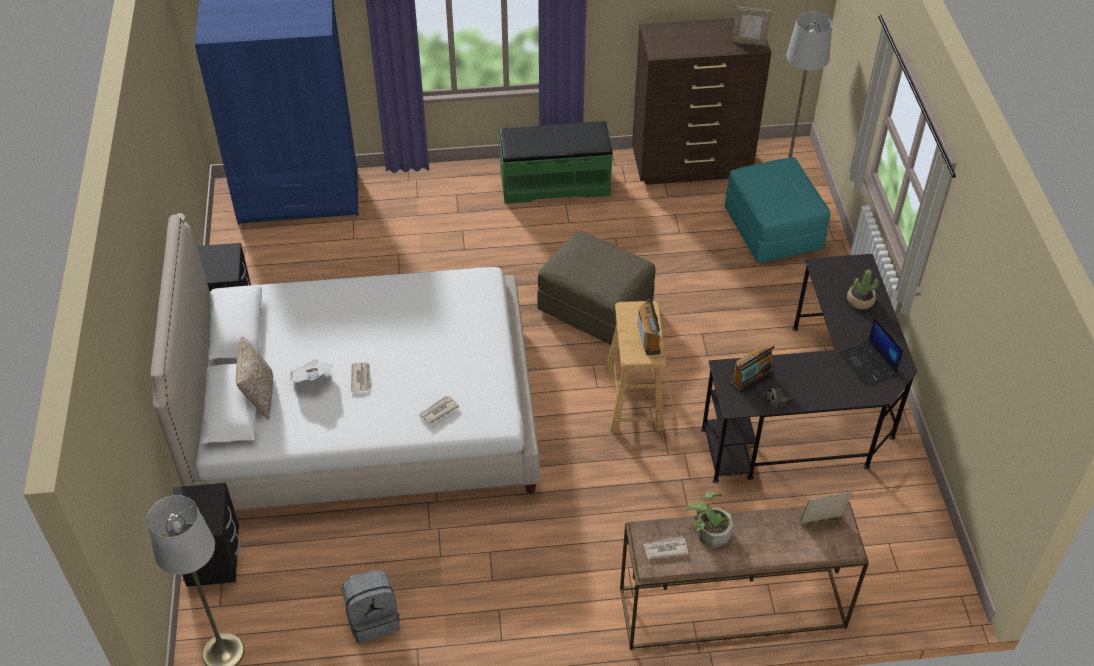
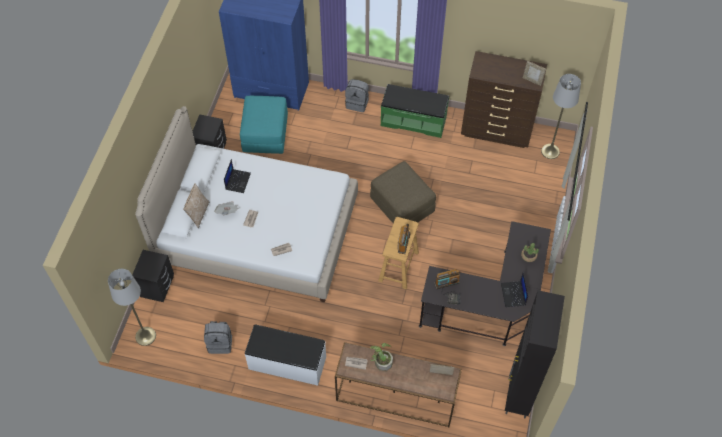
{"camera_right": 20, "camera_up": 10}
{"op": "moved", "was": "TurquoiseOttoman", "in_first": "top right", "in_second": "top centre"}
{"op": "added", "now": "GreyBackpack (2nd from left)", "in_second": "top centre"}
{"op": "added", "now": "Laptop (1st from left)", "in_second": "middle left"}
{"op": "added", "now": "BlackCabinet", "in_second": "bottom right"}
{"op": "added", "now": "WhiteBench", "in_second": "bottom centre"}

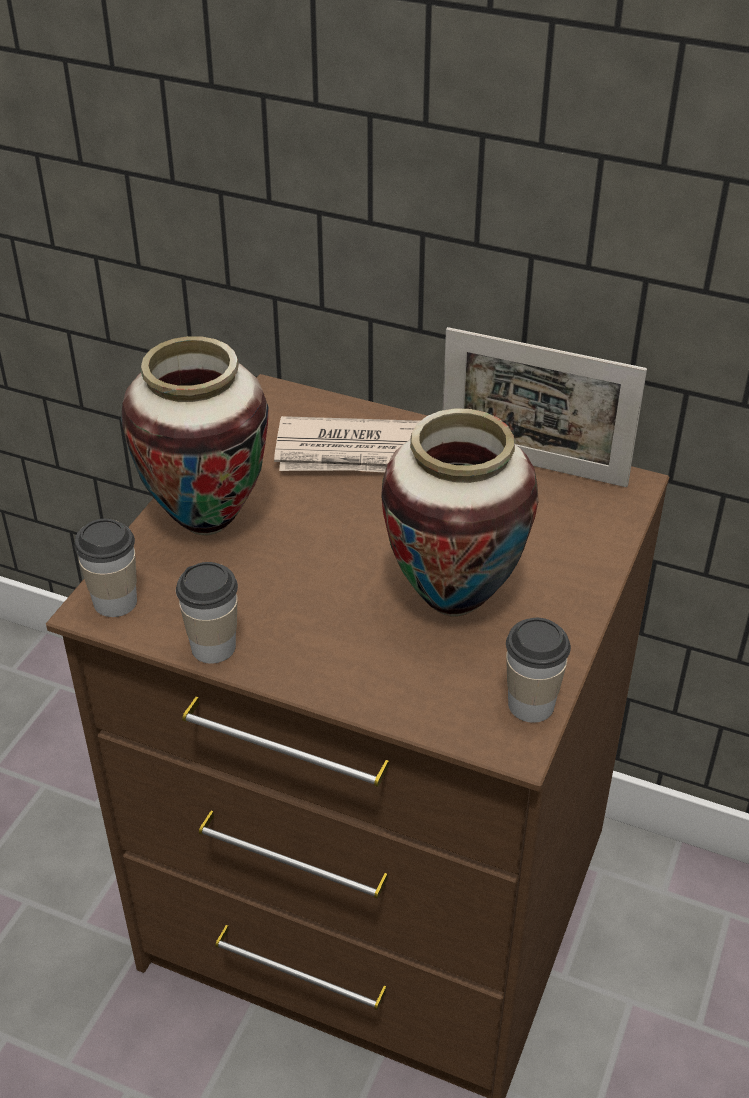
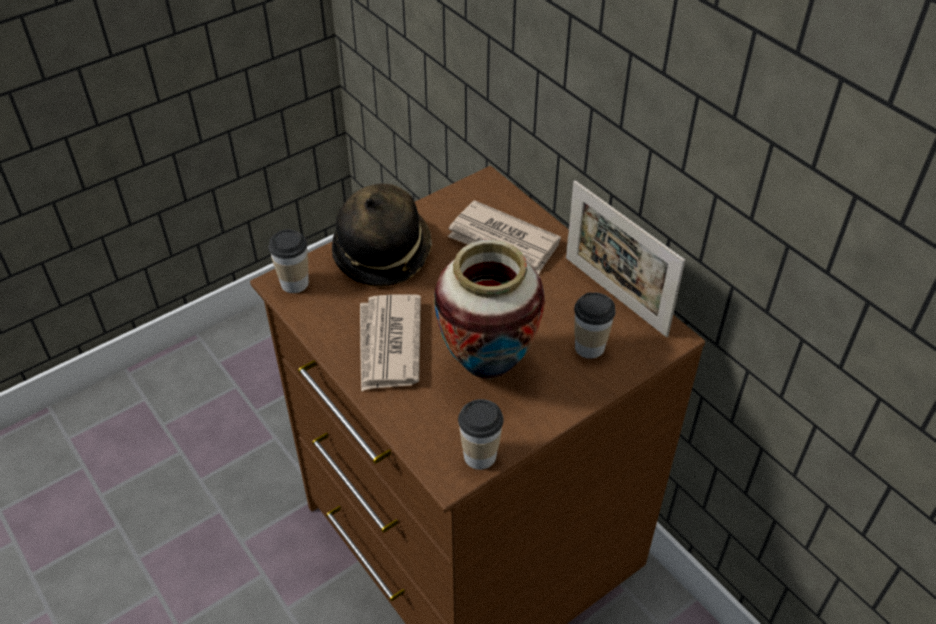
{"camera_right": 30, "camera_up": 5}
{"op": "replaced", "was": "Vase (1st from left)", "now": "Hat", "in_first": "middle left", "in_second": "centre"}
{"op": "moved", "was": "Cup (2nd from left in the first image)", "now": "Cup (3rd from left)", "in_first": "middle left", "in_second": "centre"}
{"op": "added", "now": "Newspaper (1st from left)", "in_second": "centre"}

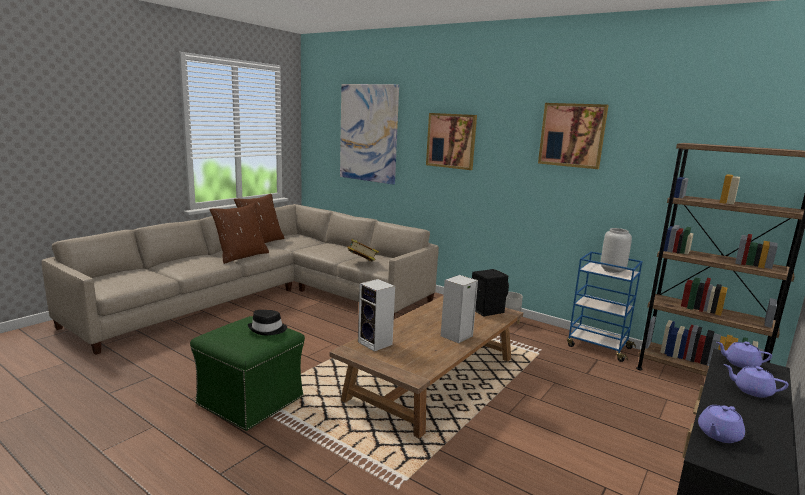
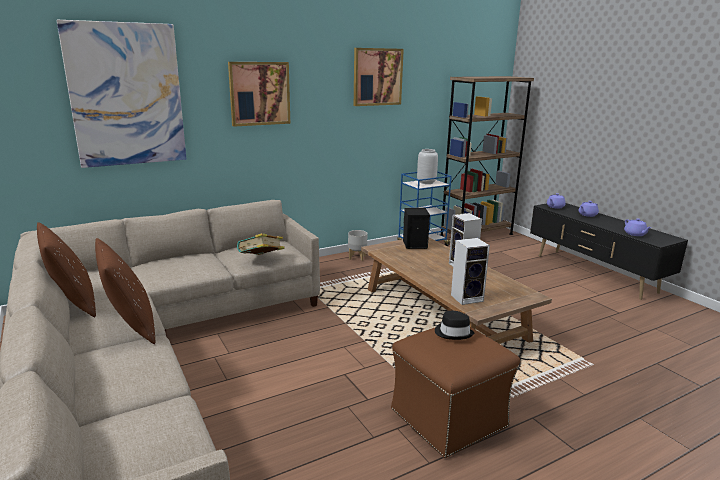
{"camera_right": -65, "camera_up": 5}
{"op": "recoloured", "was": "GreenOttoman", "now": "BrownOttoman", "in_first": "bottom left", "in_second": "bottom centre"}

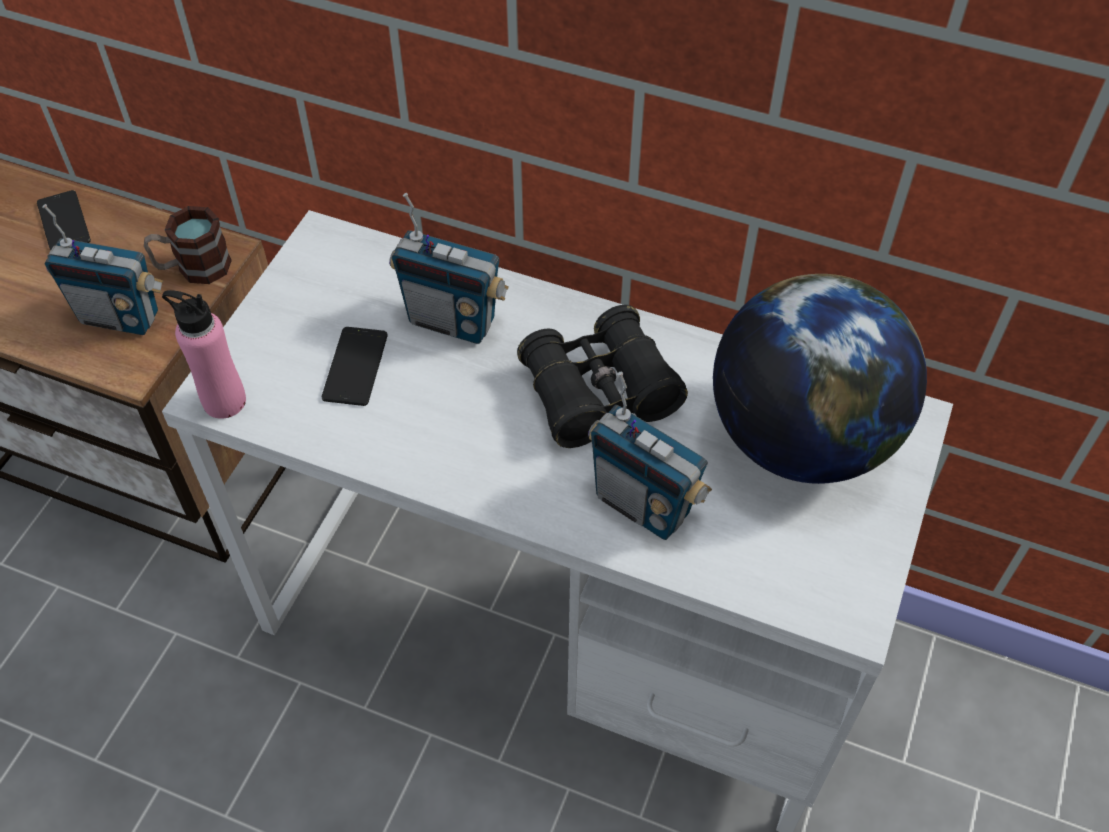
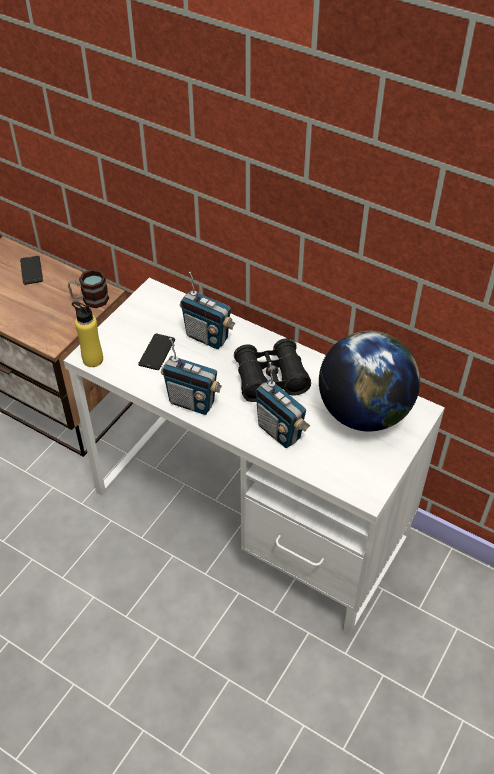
{"camera_right": 10, "camera_up": -5}
{"op": "moved", "was": "Radio (1st from left)", "in_first": "top left", "in_second": "centre"}
{"op": "recoloured", "was": "PinkBottle", "now": "YellowBottle", "in_first": "middle left", "in_second": "middle left"}

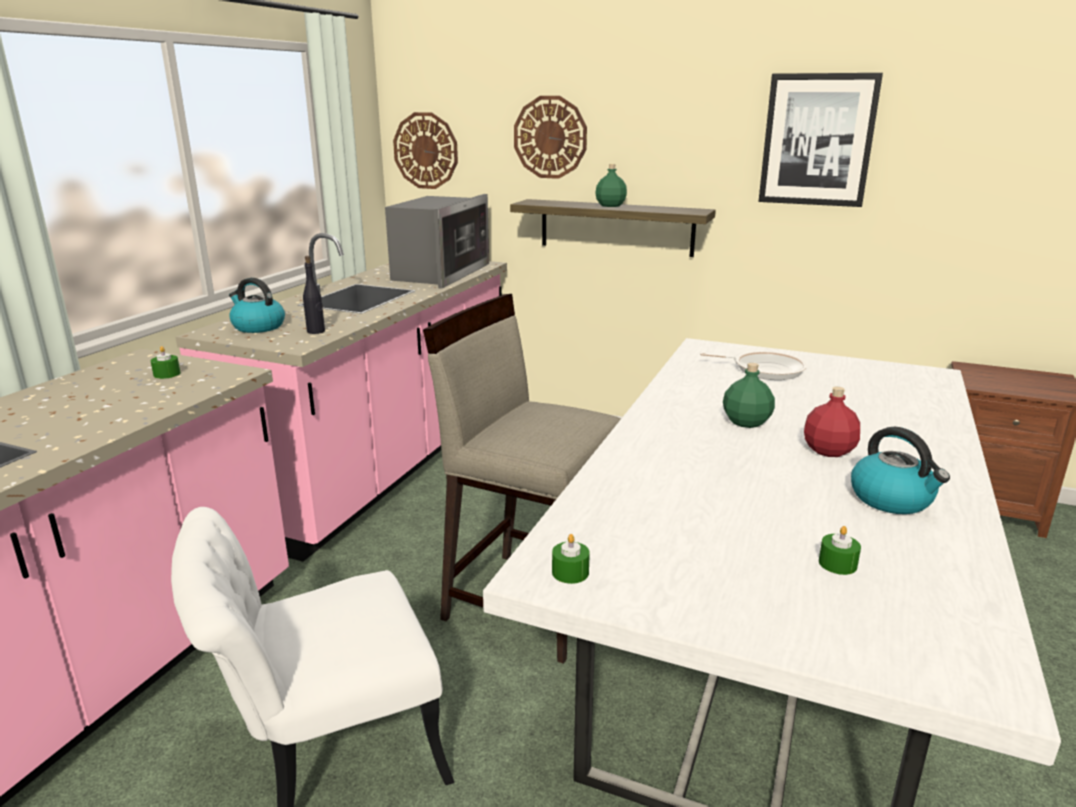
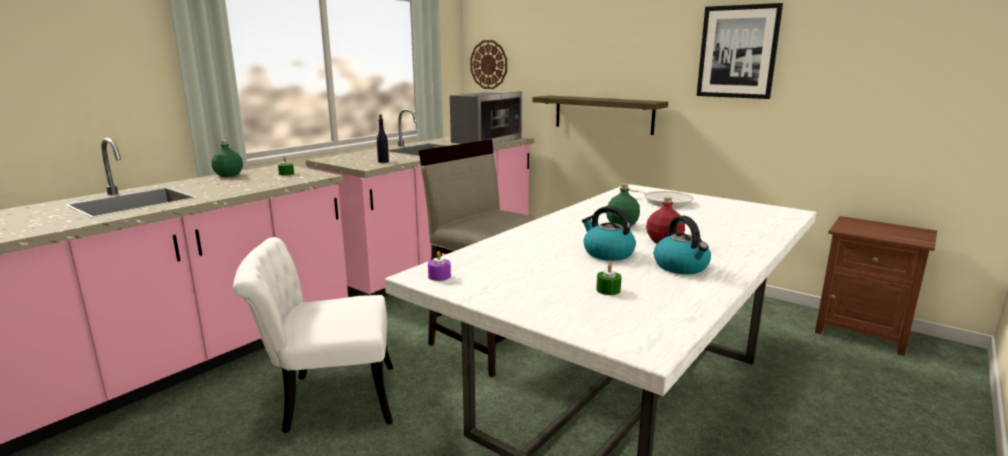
{"camera_right": 15, "camera_up": -5}
{"op": "removed", "was": "WallClock (2nd from left)", "in_first": "top centre"}
{"op": "moved", "was": "GreenBottle (1st from left)", "in_first": "top centre", "in_second": "middle left"}
{"op": "moved", "was": "Kettle (1st from left)", "in_first": "middle left", "in_second": "centre"}
{"op": "recoloured", "was": "GreenCandle (2nd from left)", "now": "PurpleCandle", "in_first": "bottom centre", "in_second": "centre"}

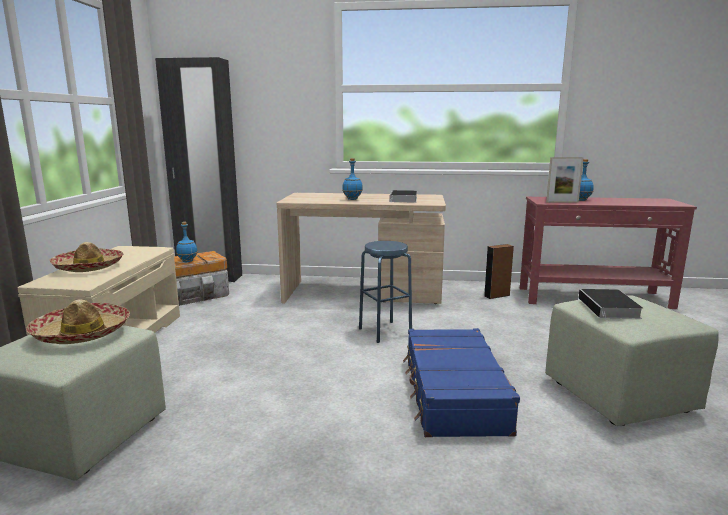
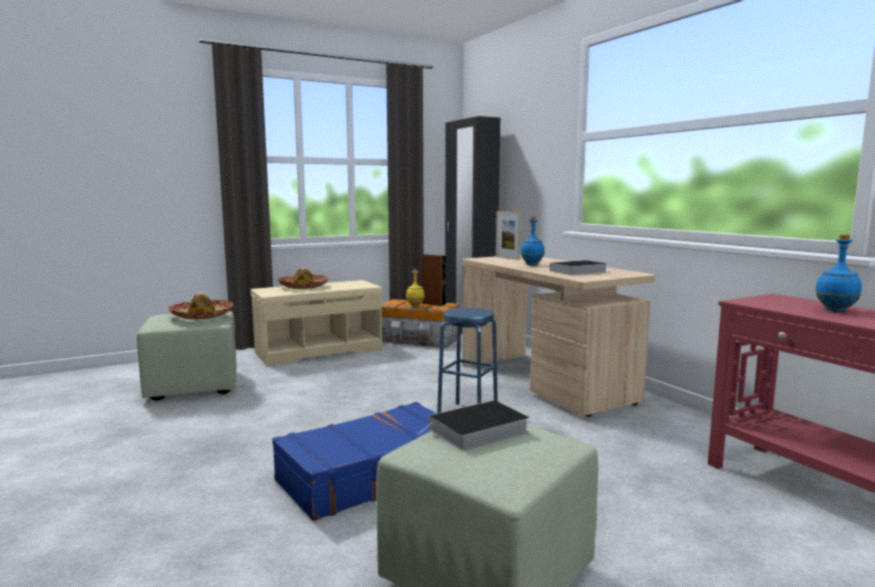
{"camera_right": 55, "camera_up": -5}
{"op": "moved", "was": "PictureFrame", "in_first": "middle right", "in_second": "centre"}
{"op": "recoloured", "was": "BlueBottle (1st from left)", "now": "YellowBottle", "in_first": "middle left", "in_second": "centre"}
{"op": "moved", "was": "BrownSpeaker", "in_first": "middle right", "in_second": "centre"}

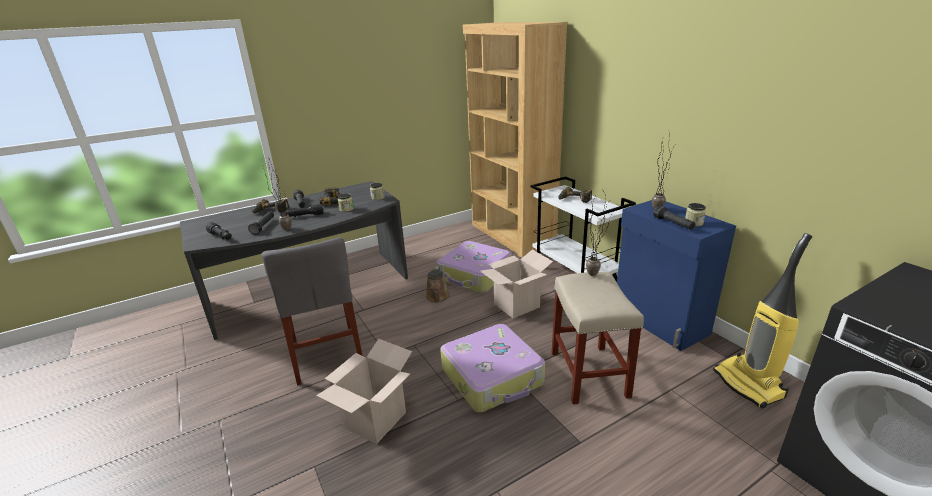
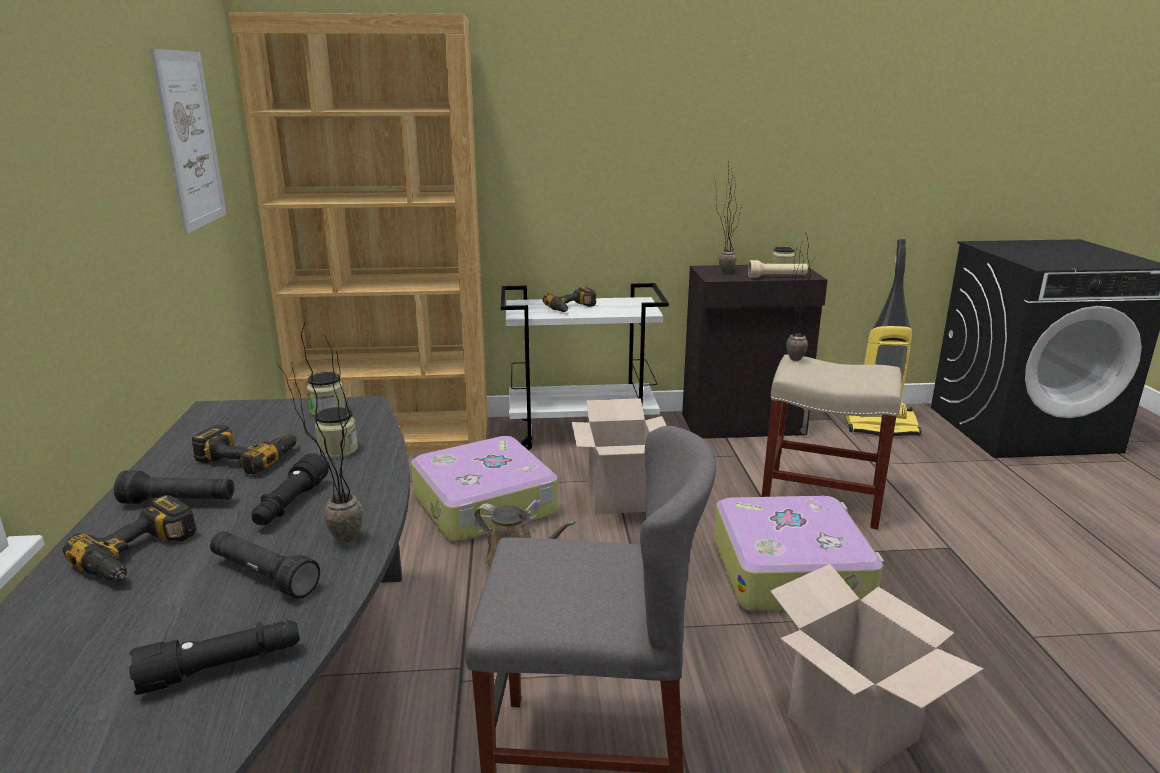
{"camera_right": -65, "camera_up": -5}
{"op": "recoloured", "was": "BlueCabinet", "now": "BlackCabinet", "in_first": "middle right", "in_second": "centre"}
{"op": "recoloured", "was": "BlackFlashlight (5th from left)", "now": "BeigeFlashlight", "in_first": "middle right", "in_second": "middle right"}
{"op": "added", "now": "Picture", "in_second": "top left"}

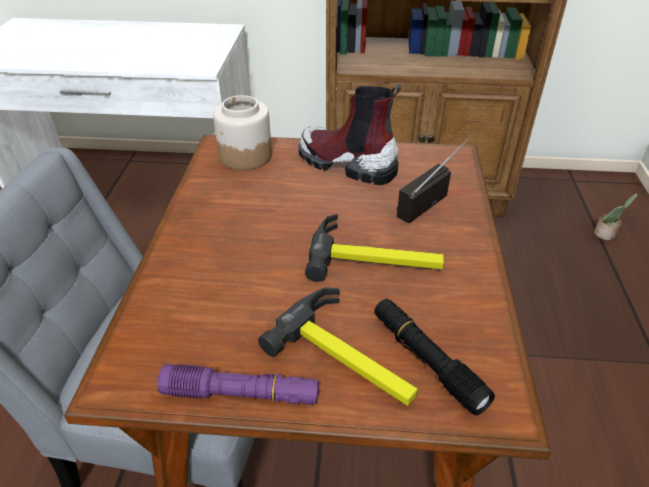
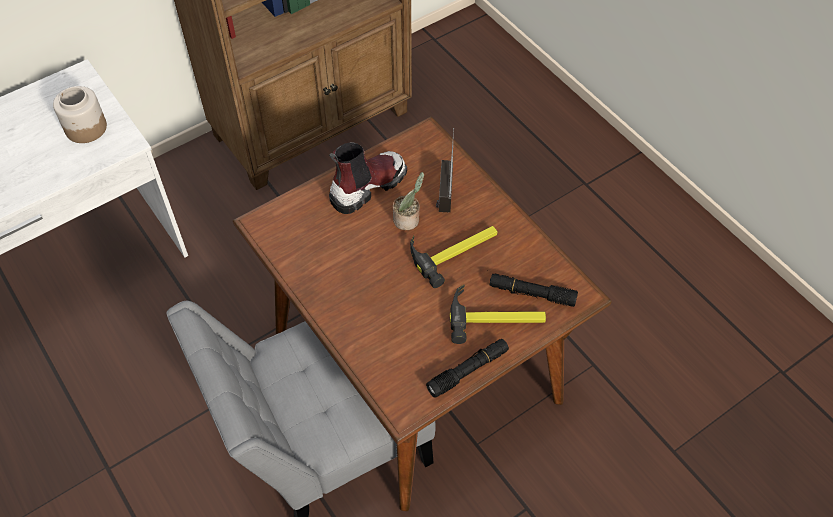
{"camera_right": -40, "camera_up": 15}
{"op": "turned", "was": "Boot", "in_first": "top centre", "in_second": "centre", "clockwise": 150}
{"op": "moved", "was": "Jar", "in_first": "top centre", "in_second": "top left"}
{"op": "moved", "was": "PottedPlant", "in_first": "middle right", "in_second": "centre"}
{"op": "recoloured", "was": "PurpleFlashlight", "now": "BlackFlashlight (1st from left)", "in_first": "bottom centre", "in_second": "bottom centre"}

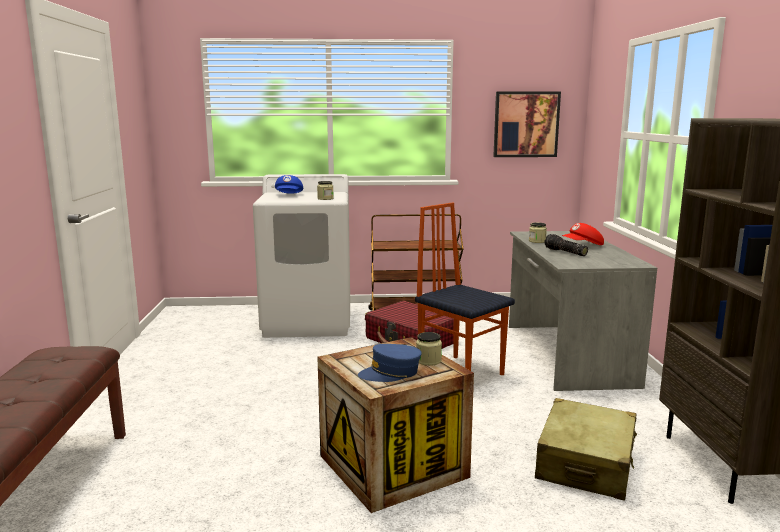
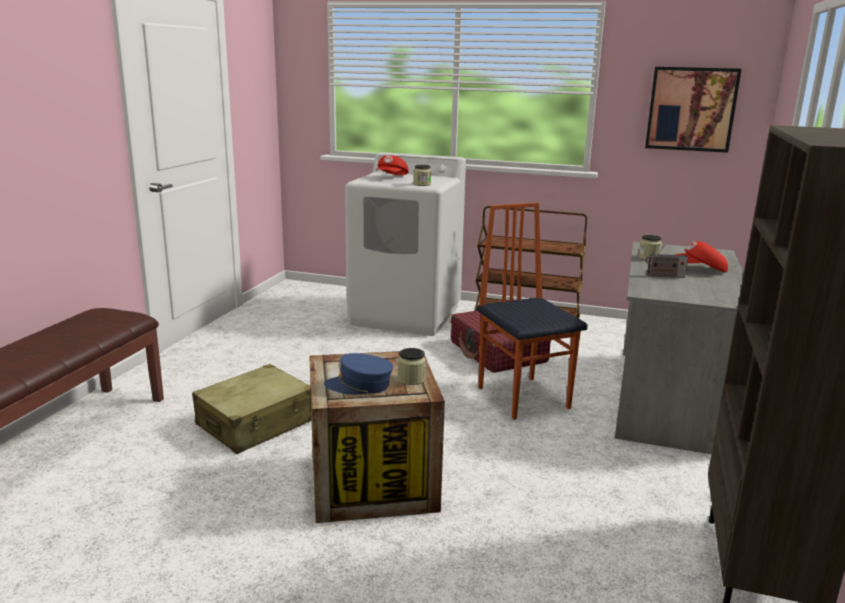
{"camera_right": 20, "camera_up": 5}
{"op": "recoloured", "was": "BlueCap (1st from left)", "now": "RedCap (1st from left)", "in_first": "centre", "in_second": "top centre"}
{"op": "replaced", "was": "Flashlight", "now": "Radio", "in_first": "middle right", "in_second": "middle right"}
{"op": "moved", "was": "BeigeSuitcase", "in_first": "bottom right", "in_second": "bottom left"}

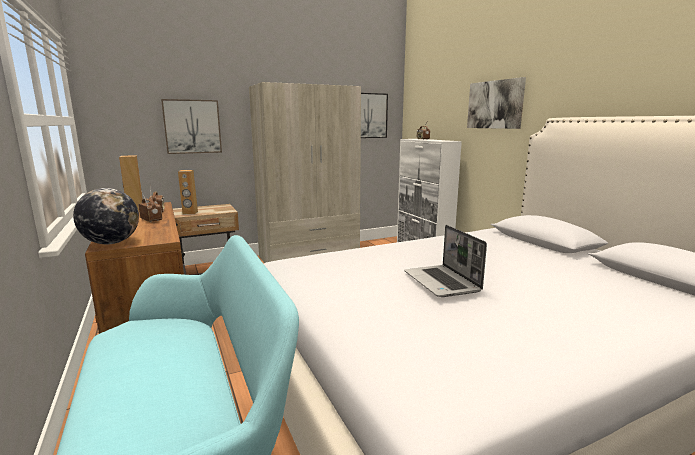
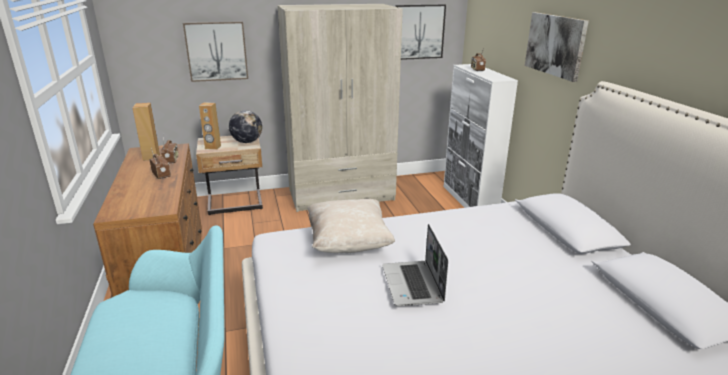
{"camera_right": 10, "camera_up": 10}
{"op": "moved", "was": "Globe", "in_first": "middle left", "in_second": "centre"}
{"op": "added", "now": "BeigePillow", "in_second": "centre"}

